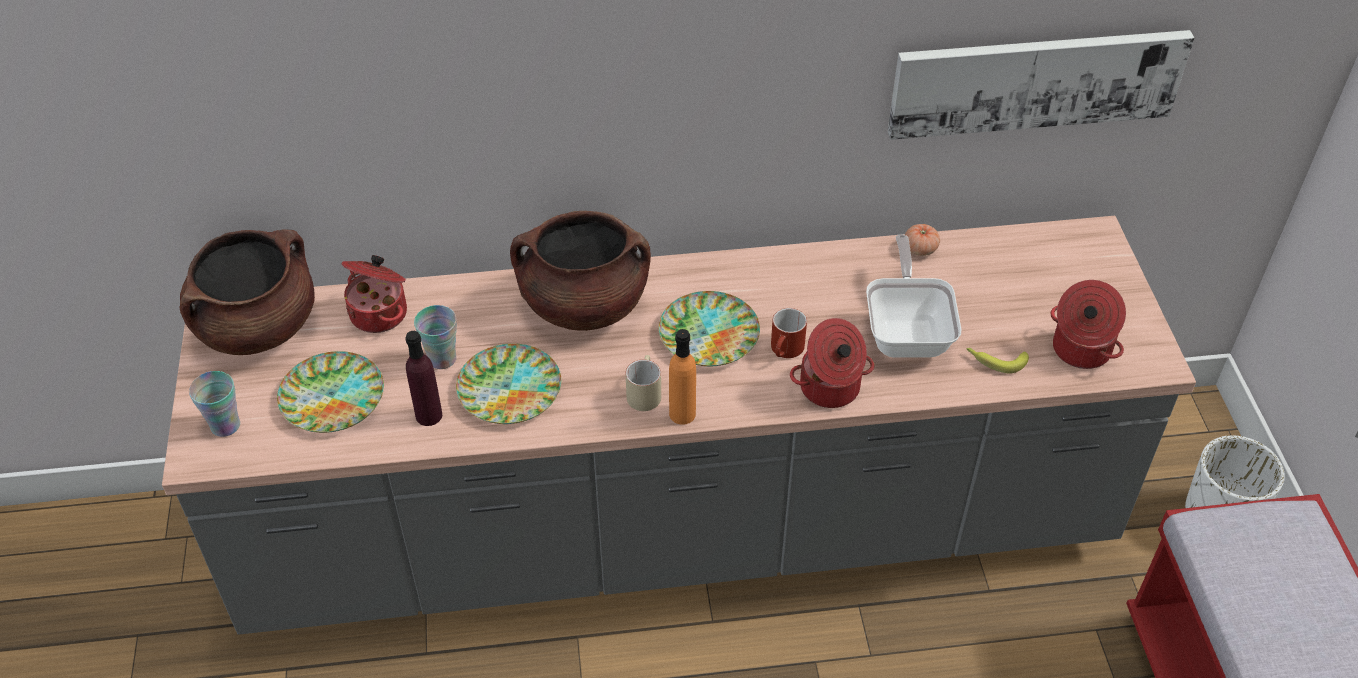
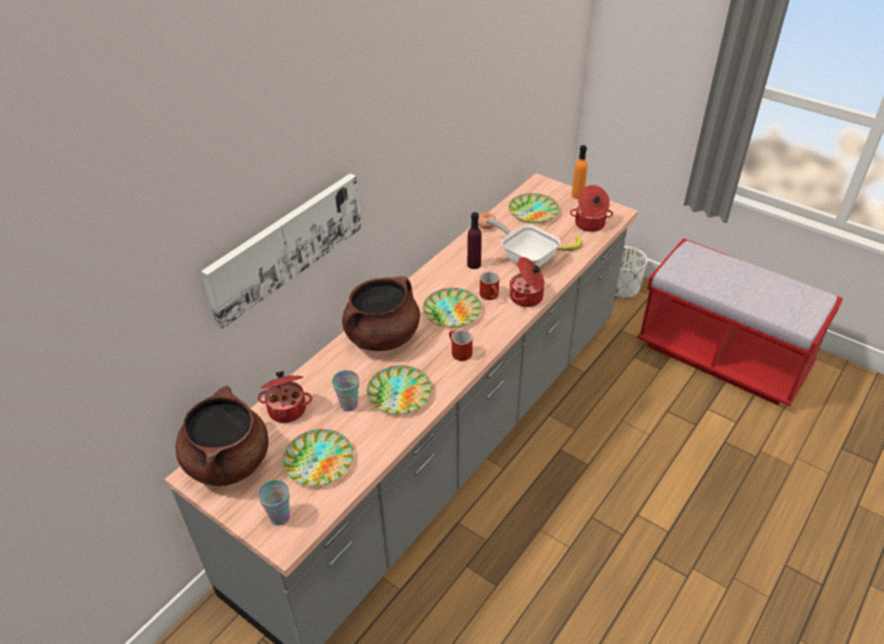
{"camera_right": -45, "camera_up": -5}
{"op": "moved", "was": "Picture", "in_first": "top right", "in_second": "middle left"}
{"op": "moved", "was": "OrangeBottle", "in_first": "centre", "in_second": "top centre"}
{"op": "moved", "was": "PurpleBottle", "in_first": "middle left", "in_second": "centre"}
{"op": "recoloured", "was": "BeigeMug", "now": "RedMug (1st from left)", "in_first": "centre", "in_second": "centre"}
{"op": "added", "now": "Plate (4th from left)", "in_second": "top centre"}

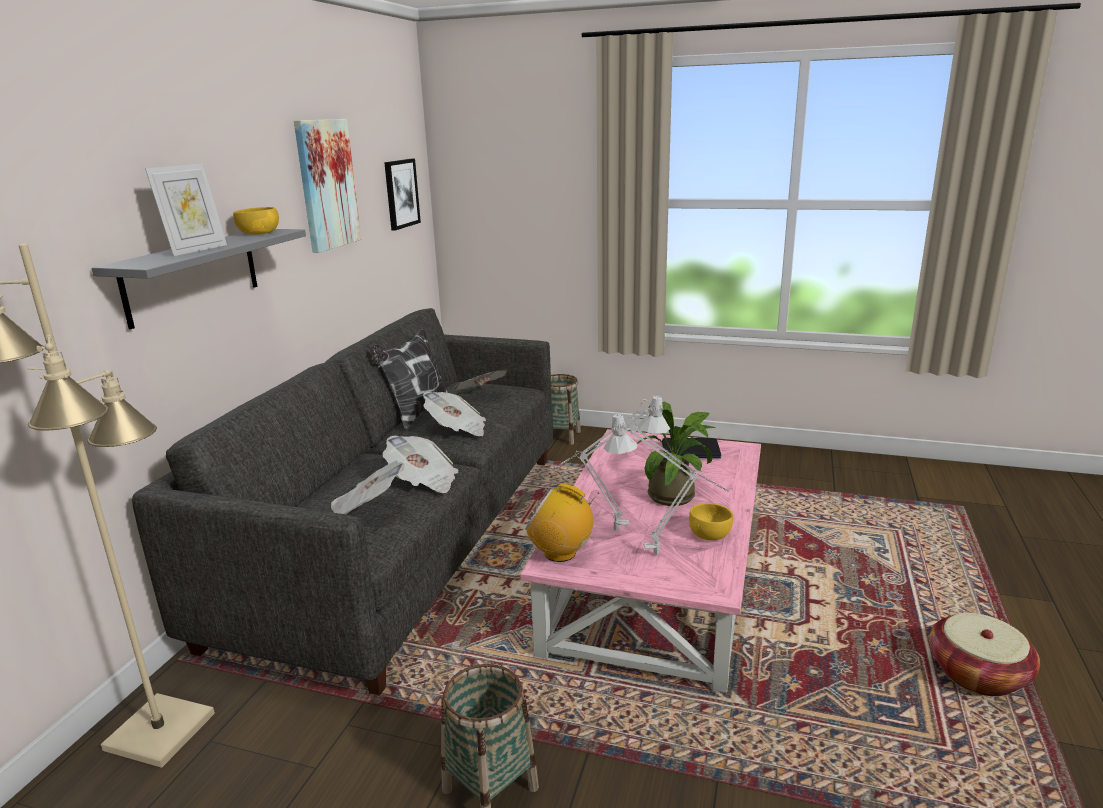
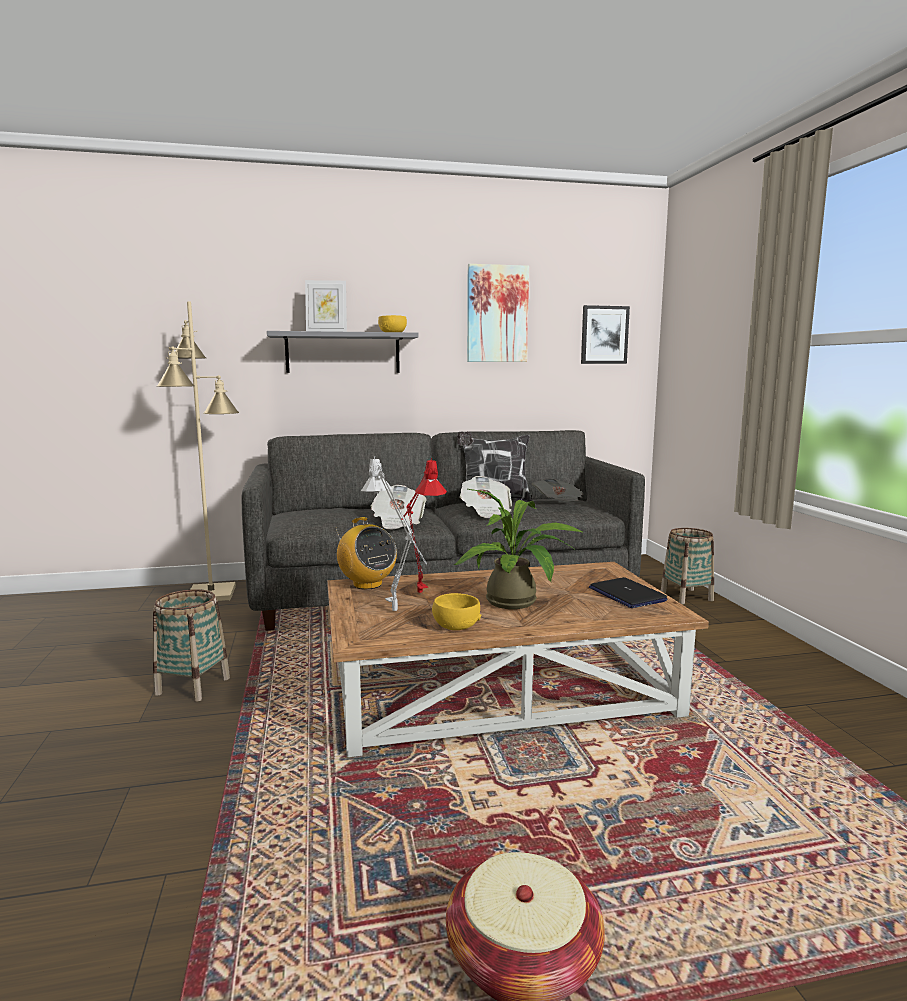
{"camera_right": 60, "camera_up": -10}
{"op": "recoloured", "was": "GreyTableLamp (1st from left)", "now": "RedTableLamp", "in_first": "centre", "in_second": "centre"}
{"op": "recoloured", "was": "PinkCoffeeTable", "now": "BrownCoffeeTable", "in_first": "bottom centre", "in_second": "centre"}
{"op": "removed", "was": "Newspaper (1st from left)", "in_first": "middle left"}
{"op": "turned", "was": "Radio", "in_first": "centre", "in_second": "centre", "clockwise": 150}

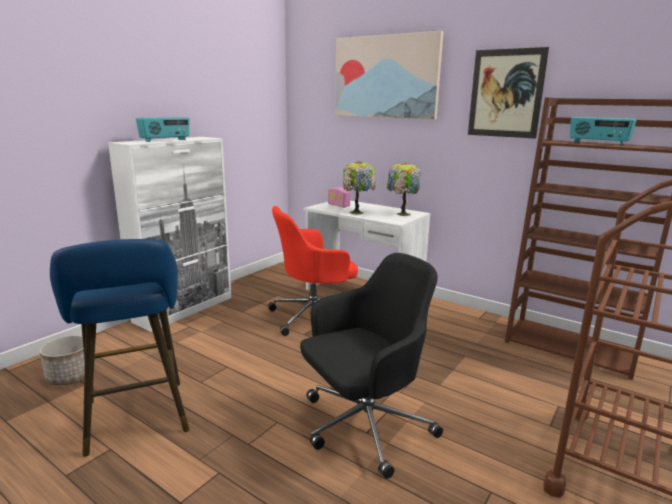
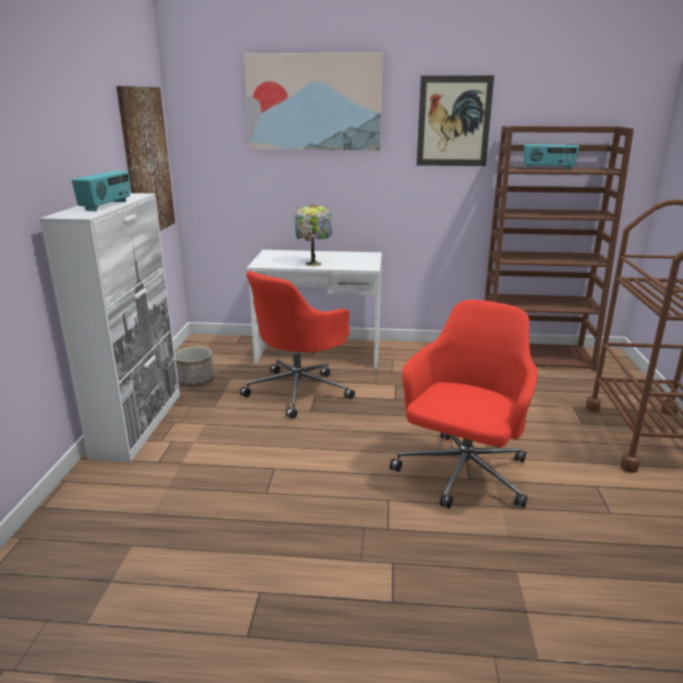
{"camera_right": -30, "camera_up": 5}
{"op": "removed", "was": "TableLamp (2nd from left)", "in_first": "centre"}
{"op": "removed", "was": "Radio (2nd from left)", "in_first": "centre"}
{"op": "removed", "was": "BlueStool", "in_first": "bottom left"}
{"op": "recoloured", "was": "BlackOfficeChair", "now": "RedOfficeChair (2nd from left)", "in_first": "bottom centre", "in_second": "middle right"}
{"op": "moved", "was": "Planter", "in_first": "bottom left", "in_second": "middle left"}
{"op": "added", "now": "Picture (1st from left)", "in_second": "top left"}

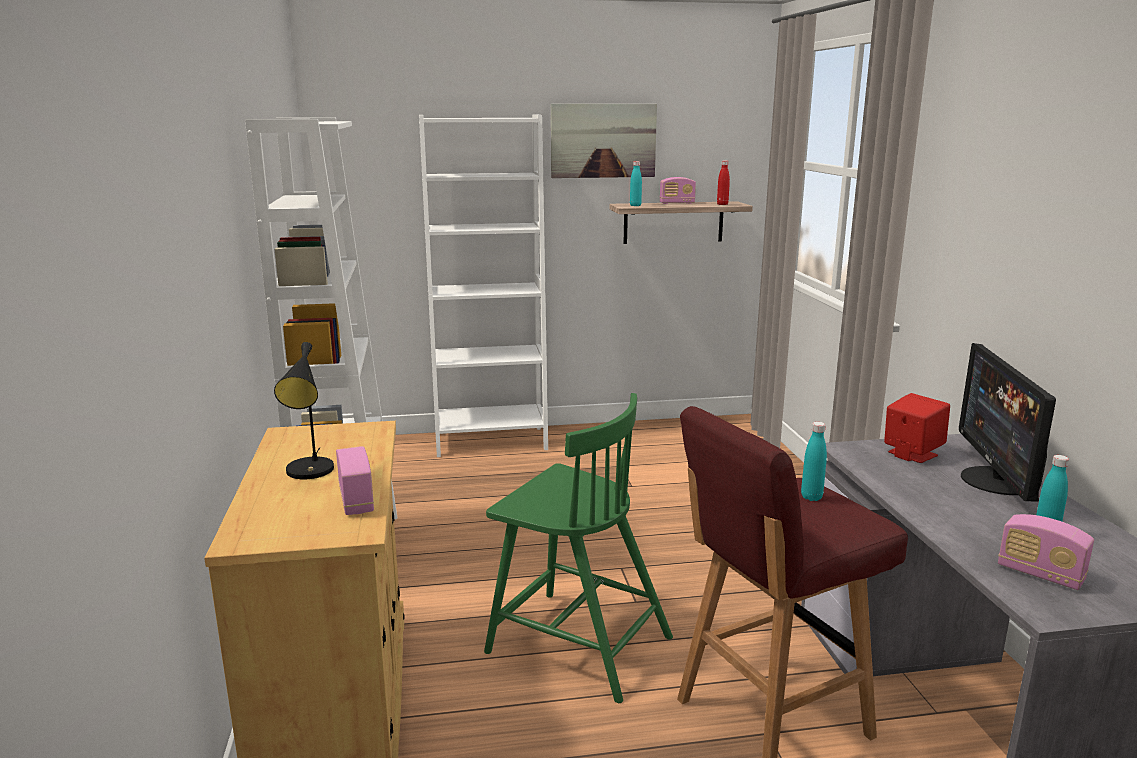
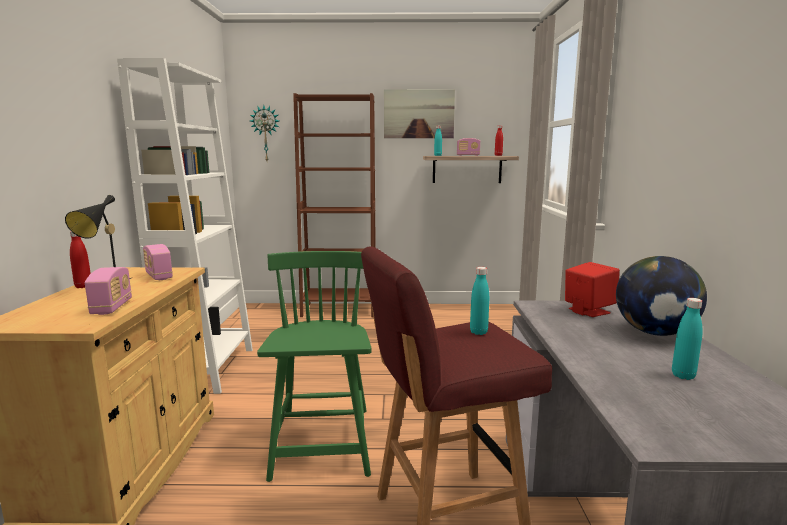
{"camera_right": 10, "camera_up": -5}
{"op": "recoloured", "was": "WhiteBookcase (2nd from left)", "now": "BrownBookcase", "in_first": "centre", "in_second": "centre"}
{"op": "replaced", "was": "Monitor", "now": "Globe", "in_first": "middle right", "in_second": "middle right"}
{"op": "turned", "was": "GreenChair", "in_first": "bottom centre", "in_second": "bottom centre", "clockwise": -135}
{"op": "moved", "was": "Radio (3rd from left in the first image)", "now": "Radio (2nd from left)", "in_first": "bottom right", "in_second": "middle left"}
{"op": "added", "now": "WallClock", "in_second": "top centre"}
{"op": "added", "now": "RedBottle (1st from left)", "in_second": "middle left"}

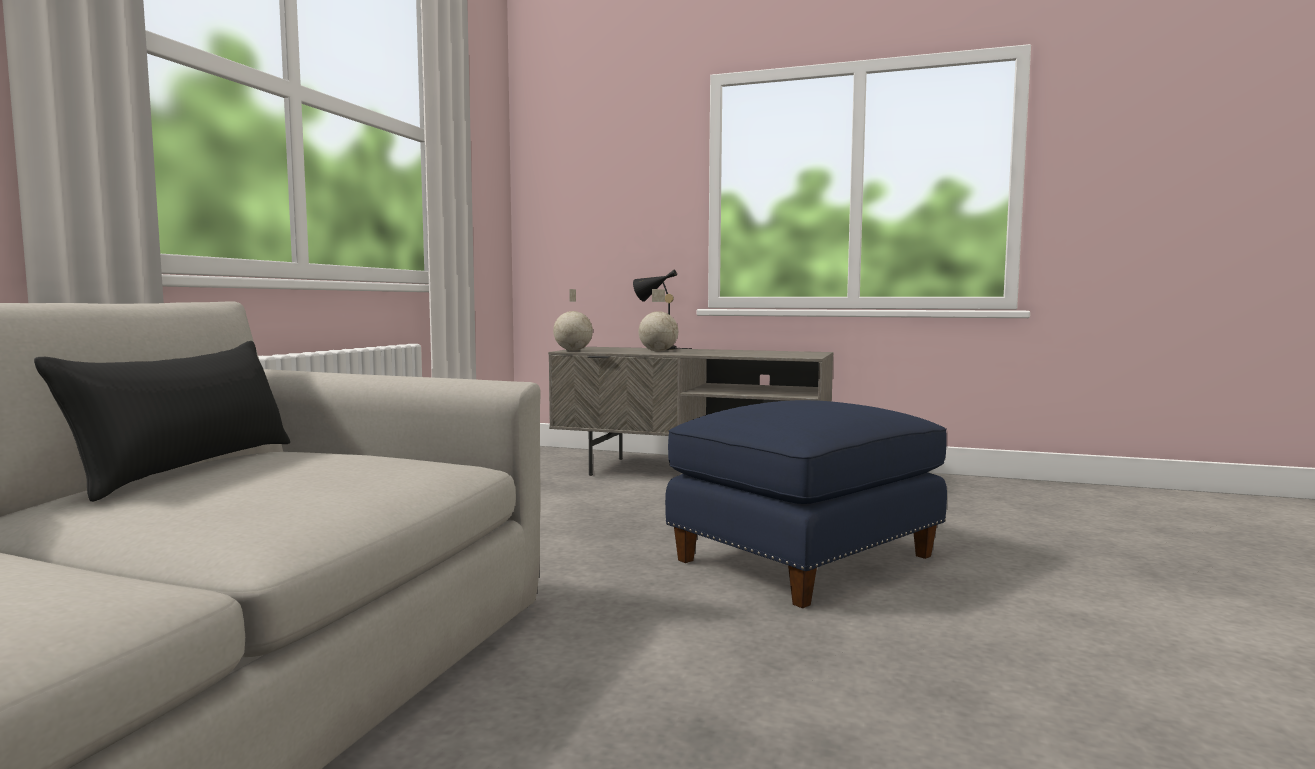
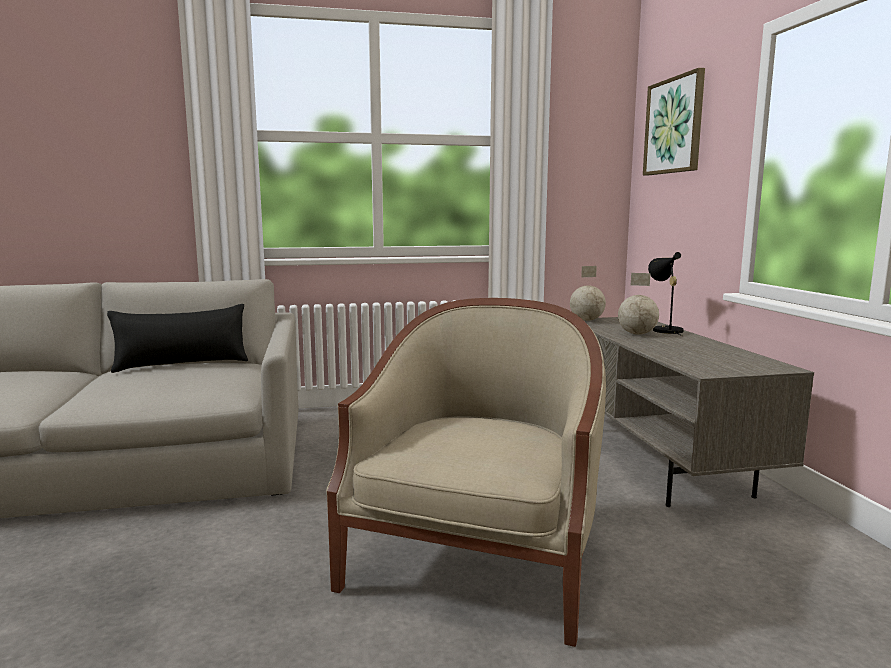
{"camera_right": 60, "camera_up": 5}
{"op": "replaced", "was": "BlueOttoman", "now": "BeigeArmchair", "in_first": "centre", "in_second": "bottom centre"}
{"op": "added", "now": "Picture", "in_second": "top right"}

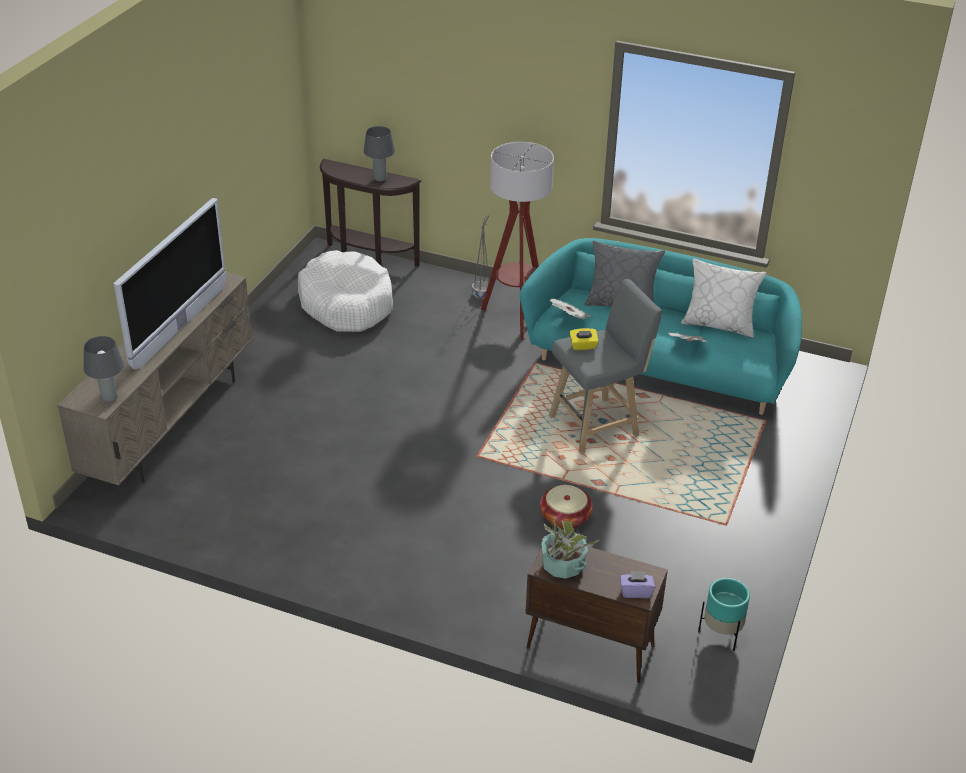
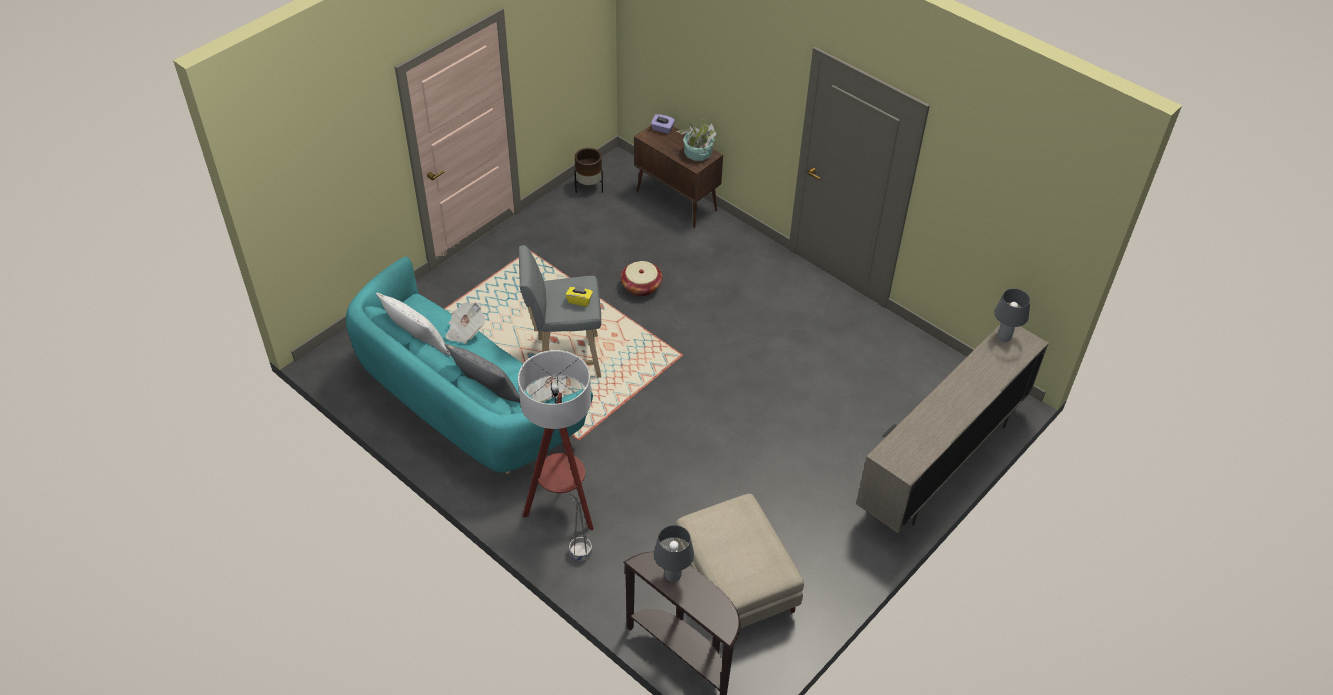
{"camera_right": -160, "camera_up": 10}
{"op": "removed", "was": "Television", "in_first": "middle left"}
{"op": "replaced", "was": "WhiteDogBed", "now": "BeigeOttoman", "in_first": "centre", "in_second": "bottom centre"}
{"op": "recoloured", "was": "TurquoisePlanter", "now": "BrownPlanter", "in_first": "bottom right", "in_second": "top centre"}

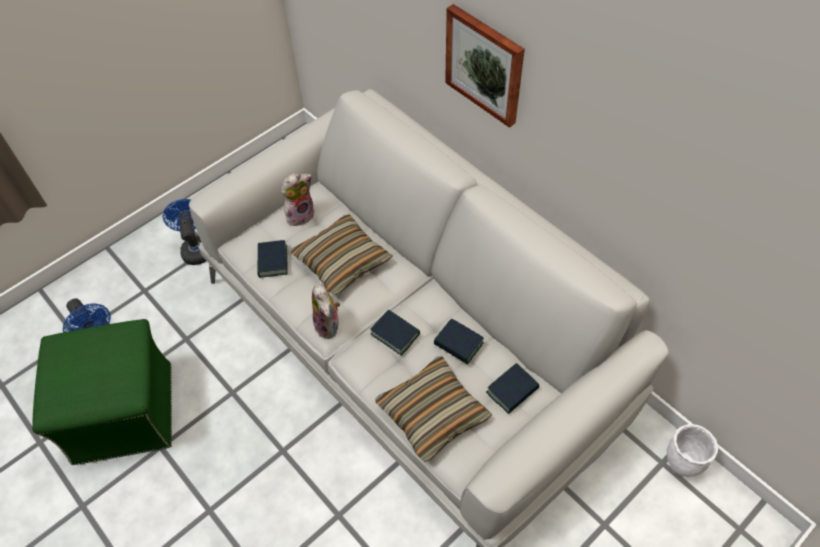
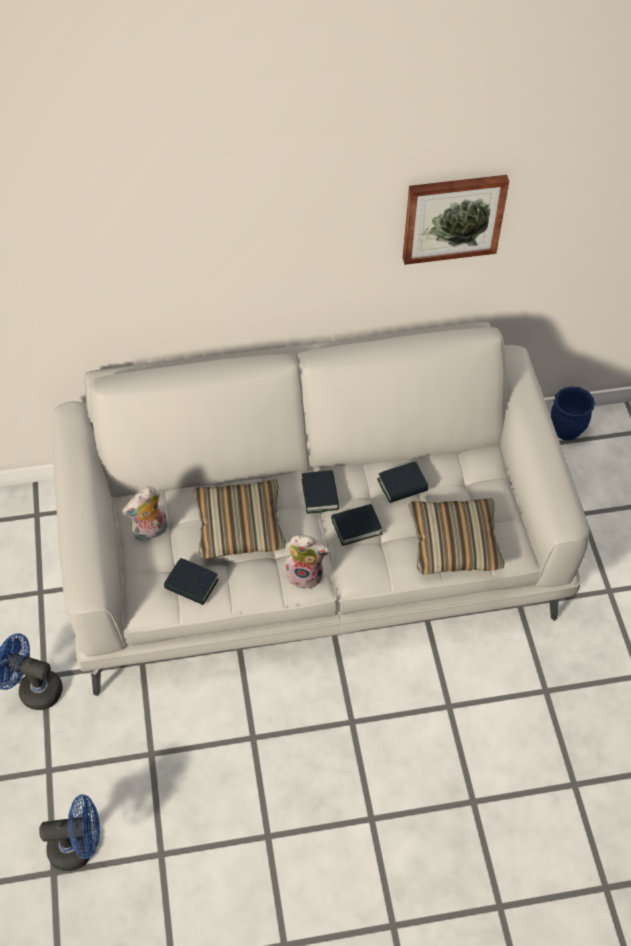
{"camera_right": -60, "camera_up": 0}
{"op": "moved", "was": "Picture", "in_first": "top centre", "in_second": "top right"}
{"op": "turned", "was": "PlushToy (1st from left)", "in_first": "centre", "in_second": "middle left", "clockwise": -120}
{"op": "removed", "was": "GreenOttoman", "in_first": "bottom left"}
{"op": "moved", "was": "Book (4th from left in the first image)", "now": "Book (2nd from left)", "in_first": "bottom centre", "in_second": "centre"}
{"op": "recoloured", "was": "WhitePlanter", "now": "BluePlanter", "in_first": "bottom right", "in_second": "middle right"}

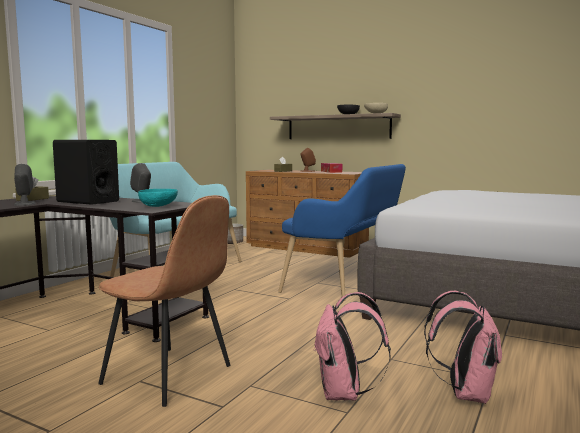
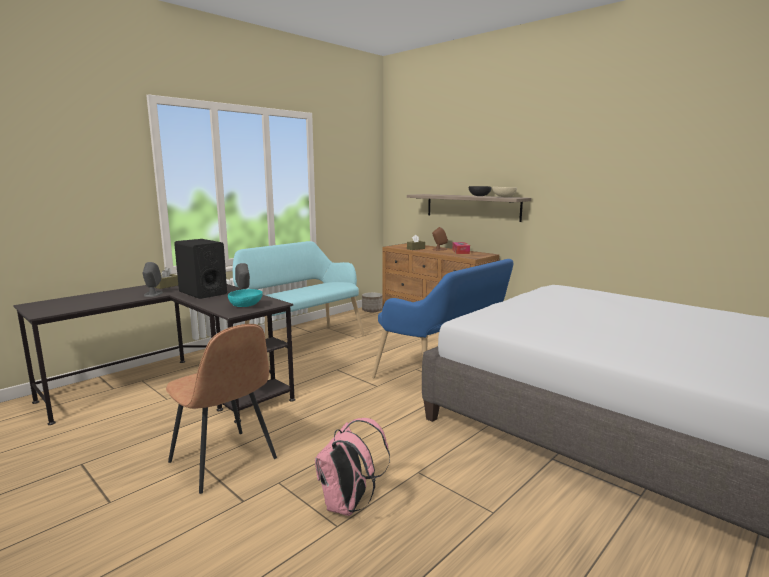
{"camera_right": 15, "camera_up": 5}
{"op": "removed", "was": "PinkBackpack (2nd from left)", "in_first": "bottom right"}

